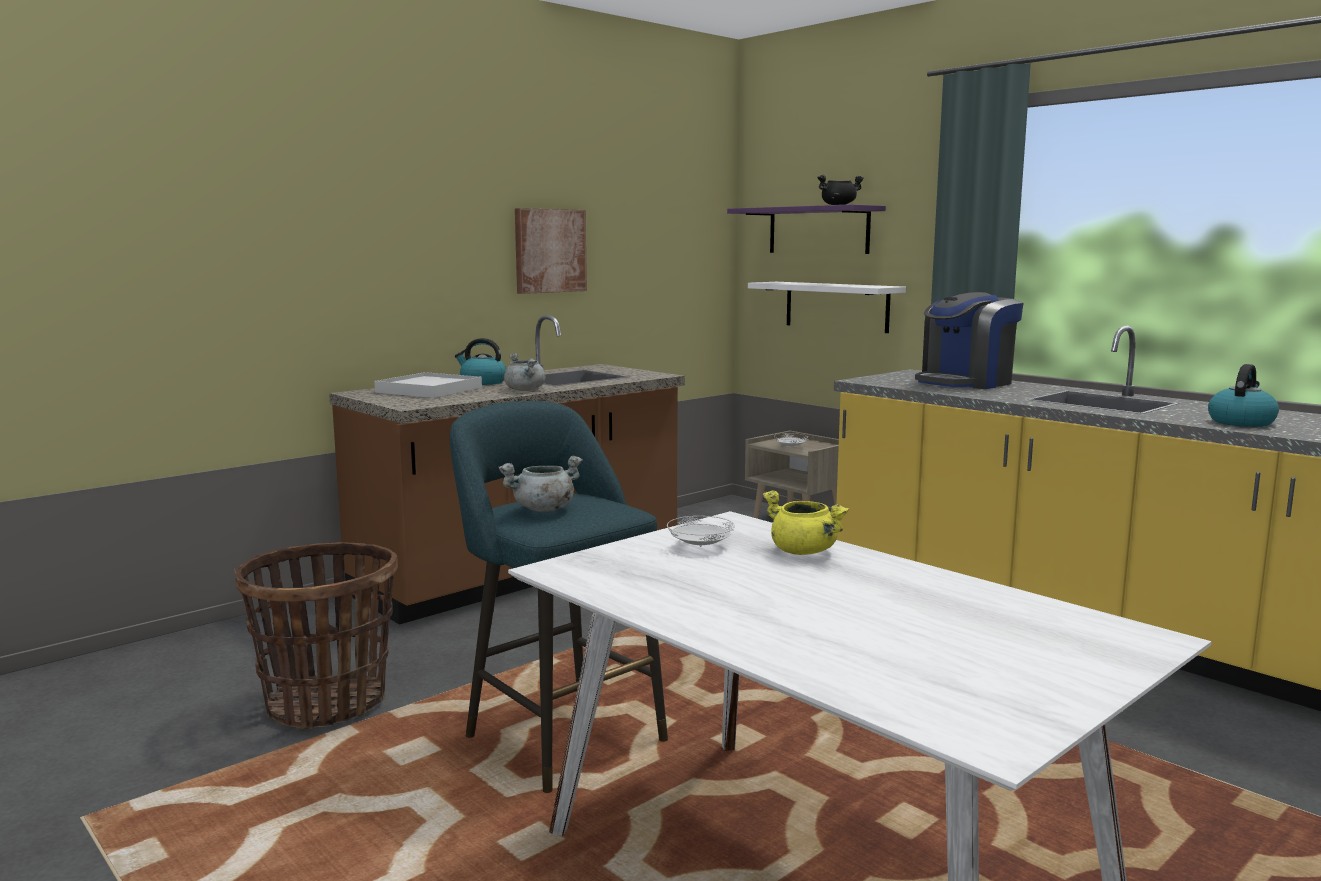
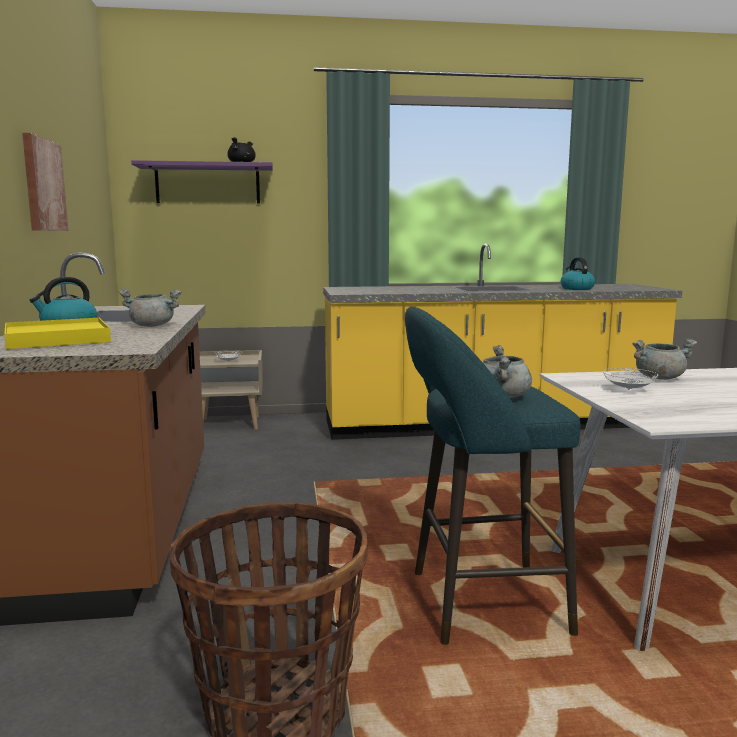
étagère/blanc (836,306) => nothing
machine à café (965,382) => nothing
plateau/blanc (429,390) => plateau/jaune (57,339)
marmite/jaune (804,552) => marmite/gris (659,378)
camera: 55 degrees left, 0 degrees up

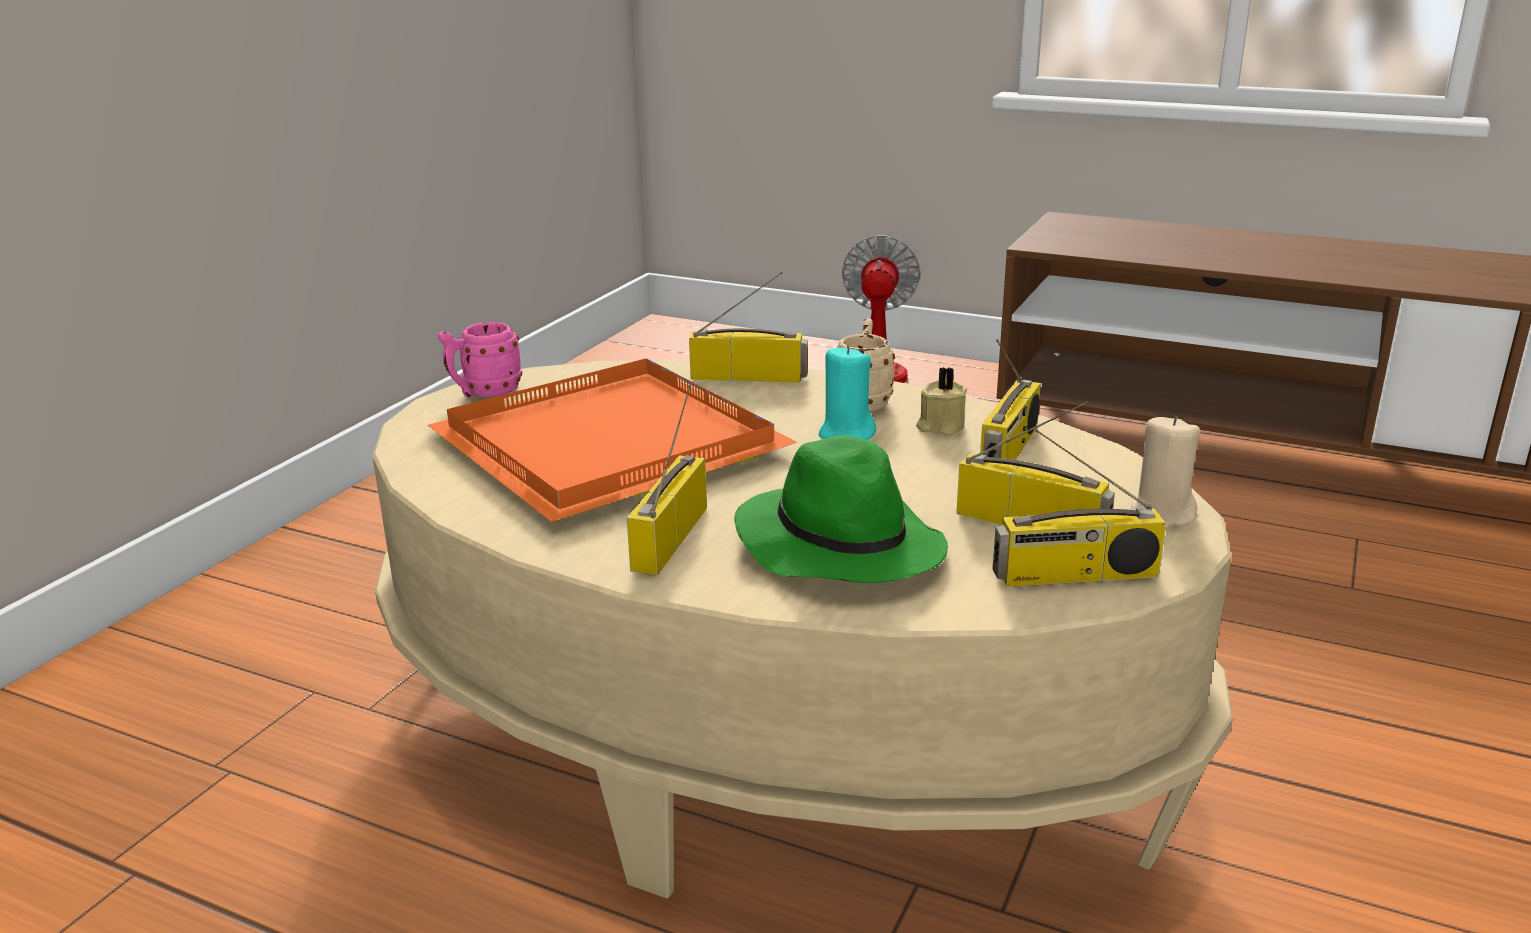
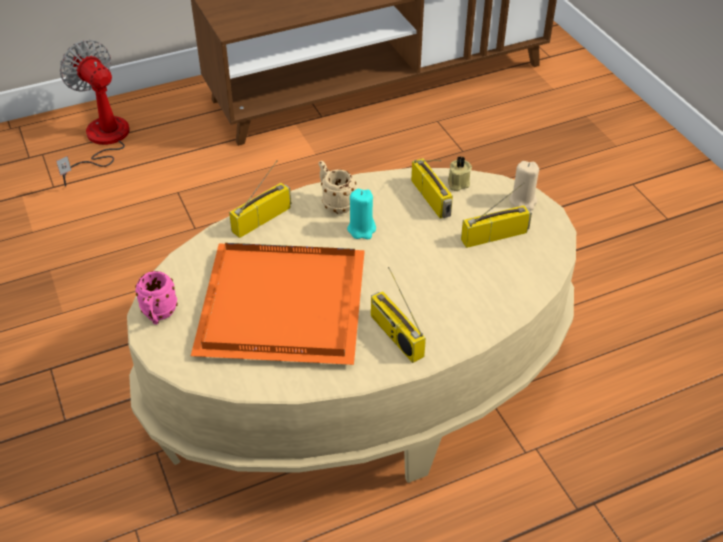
bougie/beige (940,427) => bougie/beige (457,183), move
radio (1075,576) => nothing
chapeau/vert (838,544) => nothing
camera: 50 degrees left, 20 degrees up

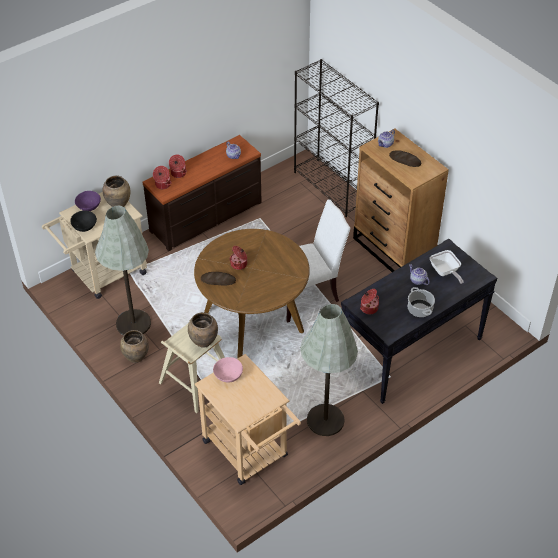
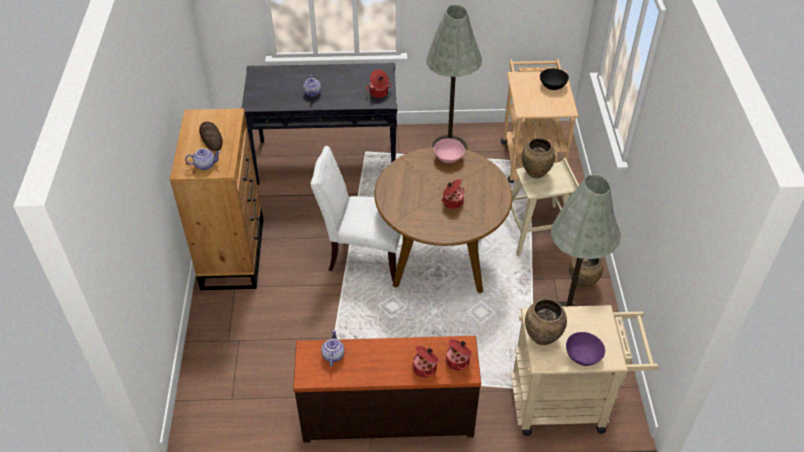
bibliothèque/noir (332,188) => nothing
bol/noir (84,226) => bol/noir (552,85), move
poêle (445,272) => nothing
pain (218,280) => nothing
marmite (420,309) => nothing
bol/rose (228,375) => bol/rose (449,157), move
camera: 145 degrees left, 0 degrees up

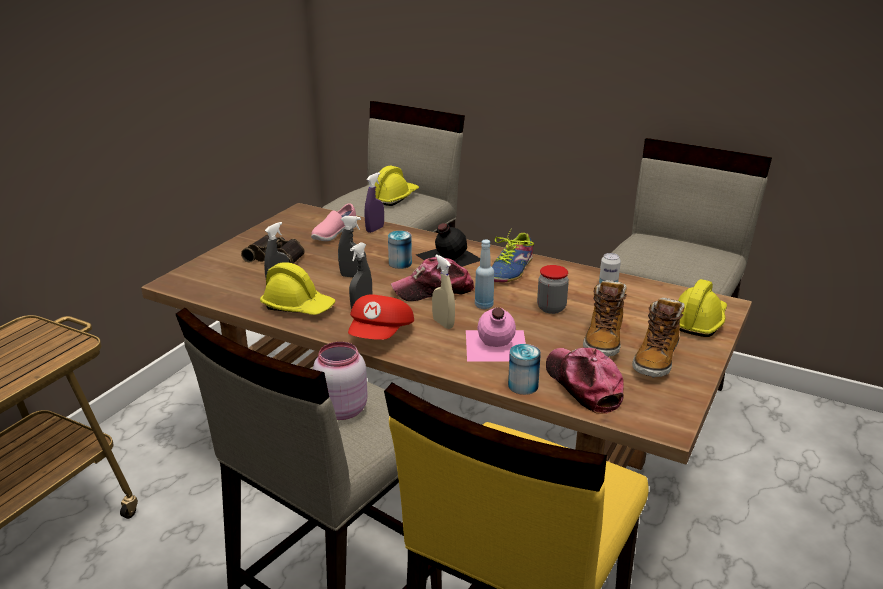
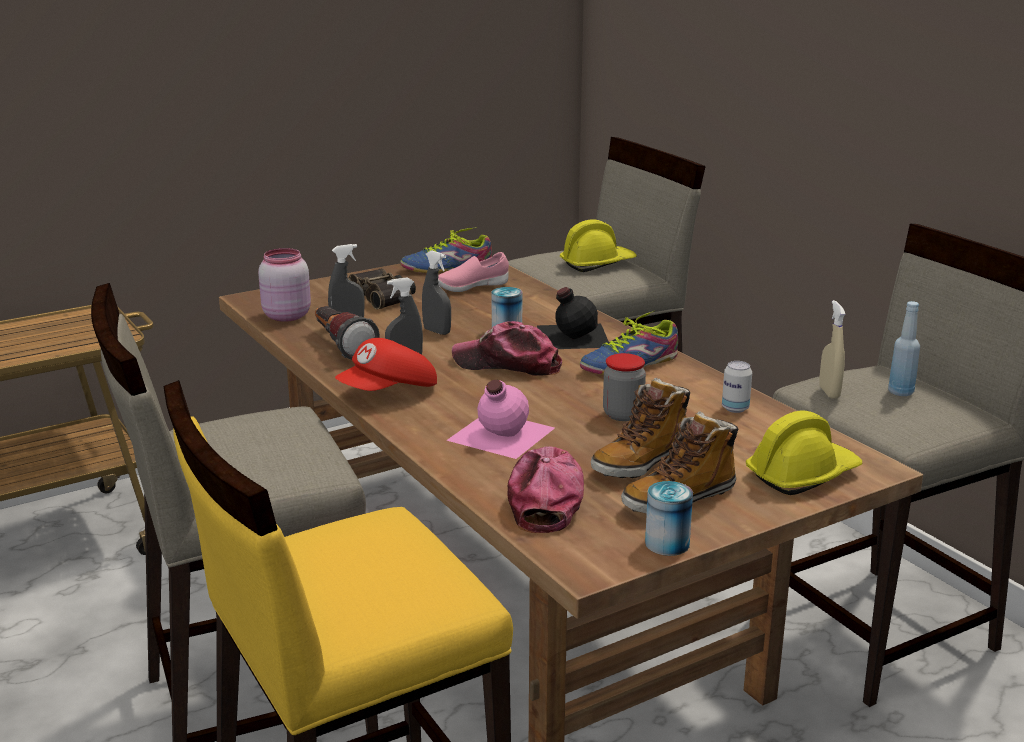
vaporisateur/violet (375,229) => nothing
bouteille/bleu (484,305) => bouteille/bleu (900,392), move
vaporisateur/beige (443,323) => vaporisateur/beige (829,392), move
casque de chantier/jaune (298,306) => lampe de poche (341,347)
bocal/rose (340,410) => bocal/rose (285,316), move
boîte métallique (523,386) => boîte métallique (667,543), move
nothing => chaussure (447,268)
camera: 30 degrees right, 5 degrees down

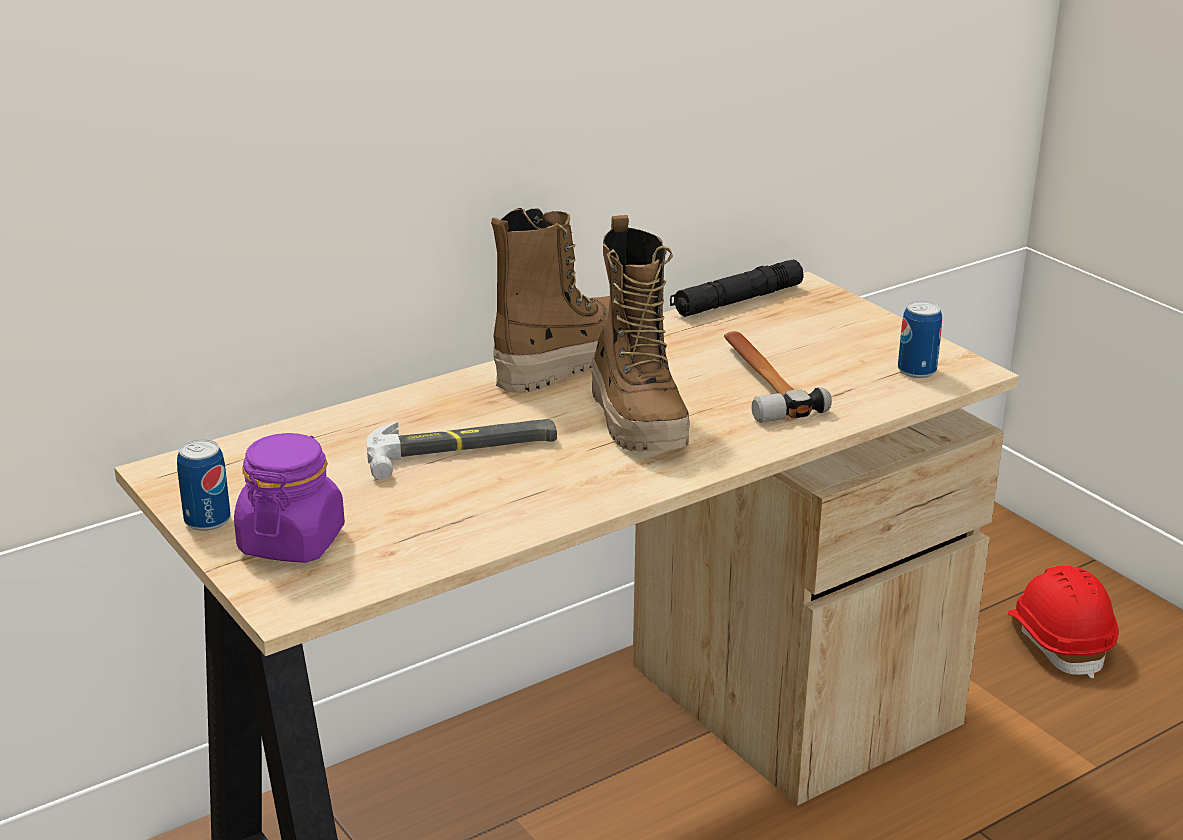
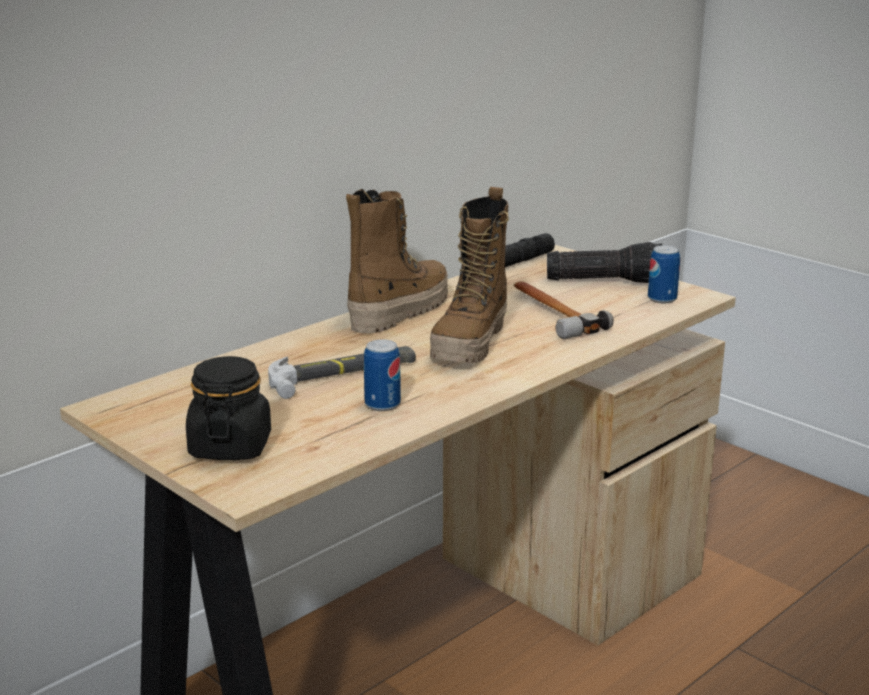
botte (638,420) => botte (471,344), 45 degrees clockwise
bocal/violet (292,541) => bocal/noir (230,446)
boîte métallique (207,520) => boîte métallique (382,404), move
casque de chantier/rouge (1059,641) => nothing
nothing => lampe de poche (605,280)
camera: 10 degrees left, 5 degrees down

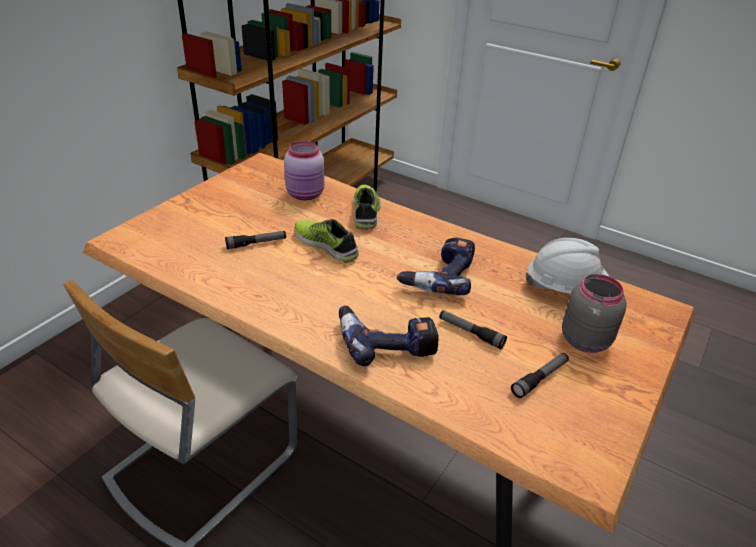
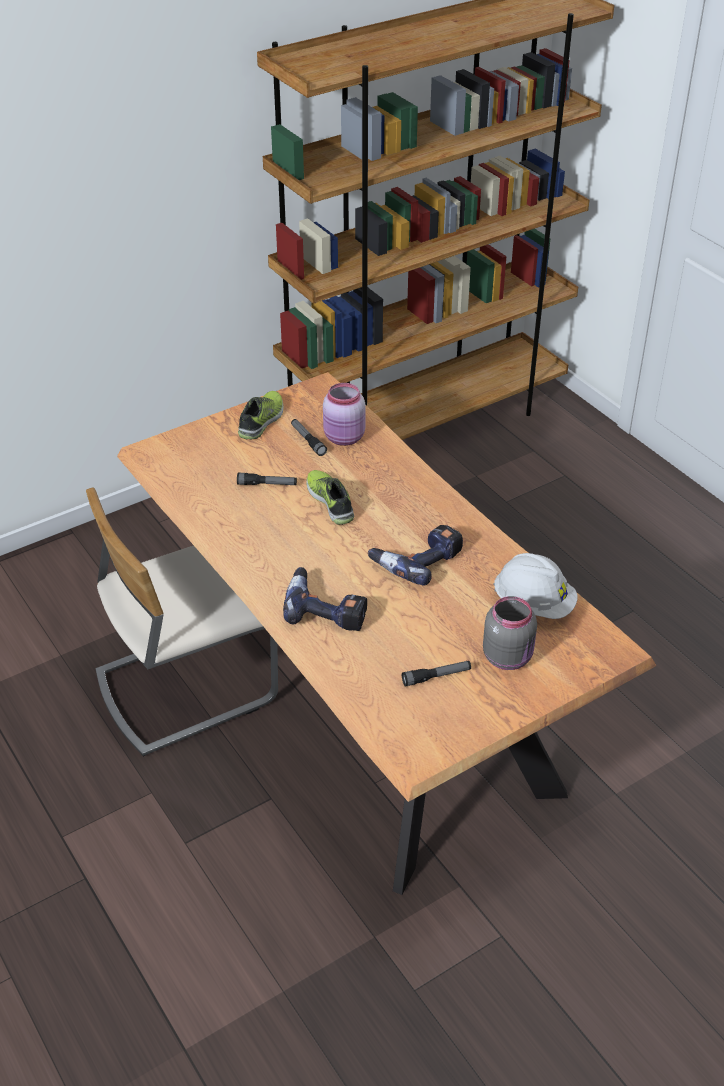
chaussure (366,212) => chaussure (262,421), move
lampe de poche (470,333) => lampe de poche (308,441), move
camera: 25 degrees right, 5 degrees up

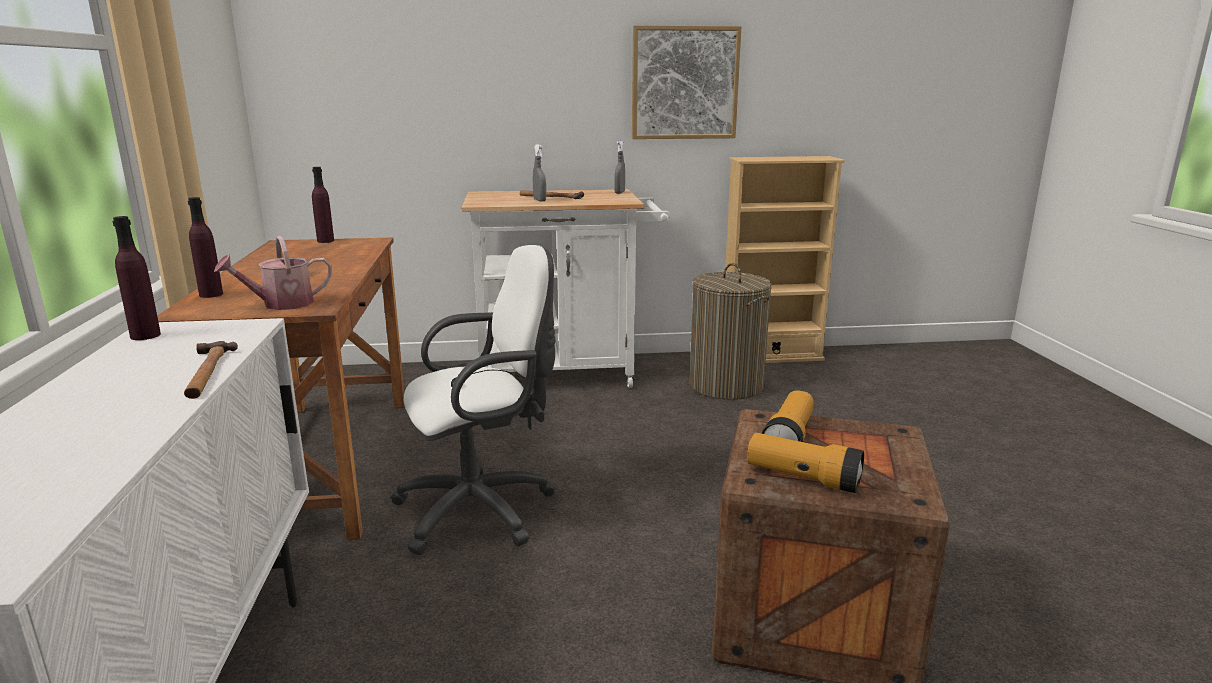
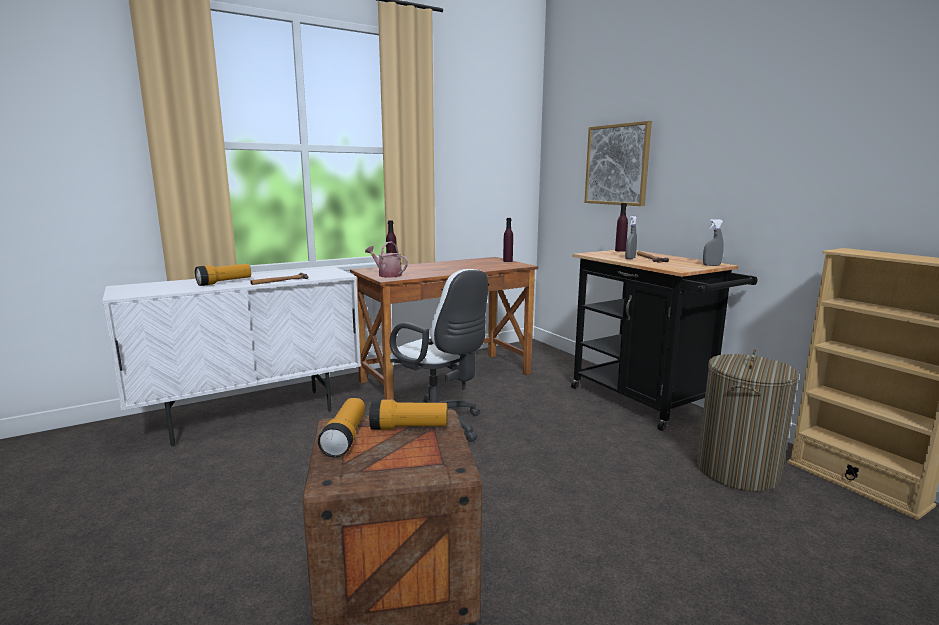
tableau (684,83) => tableau (617,165), move
chariot/blanc (567,373) => chariot/noir (645,403)
bouteille/violet (145,335) => bouteille/violet (620,250), move
nothing => lampe de poche (224,282)
camera: 65 degrees right, 5 degrees down

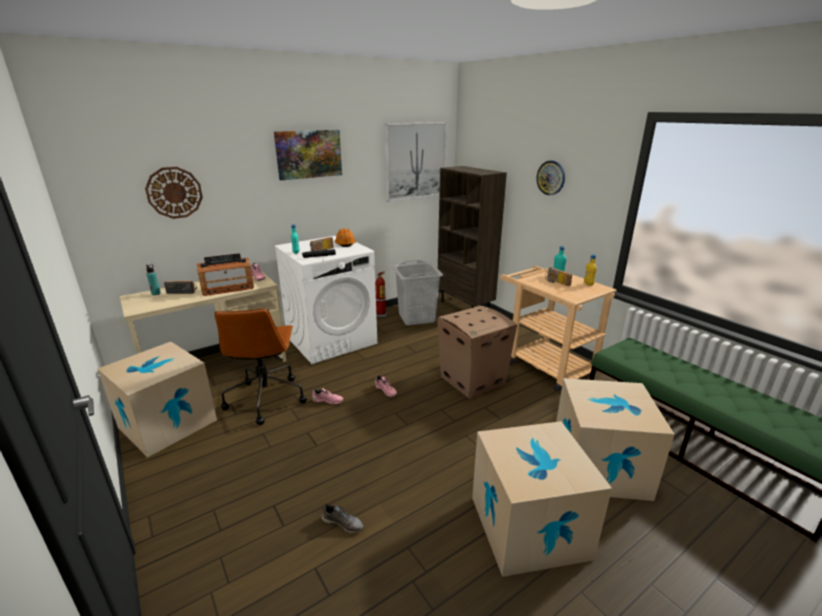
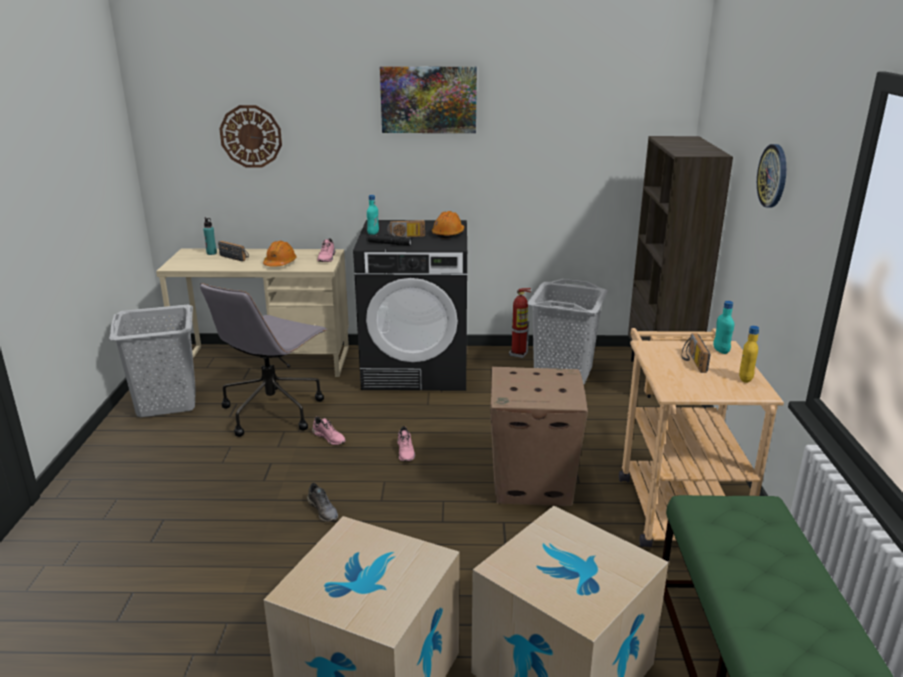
tableau (415,161) => nothing
lave-linge/blanc (331,340) => lave-linge/noir (417,368)
radio (228,288) => casque de chantier/orange (280,263)
chaise de bureau/marron (266,398) => chaise de bureau/gris (273,411)
carton (167,423) => panier à linge/gris (166,402)
chaussure/gris (343,523) => chaussure/gris (323,510), move
camera: 35 degrees right, 0 degrees up

